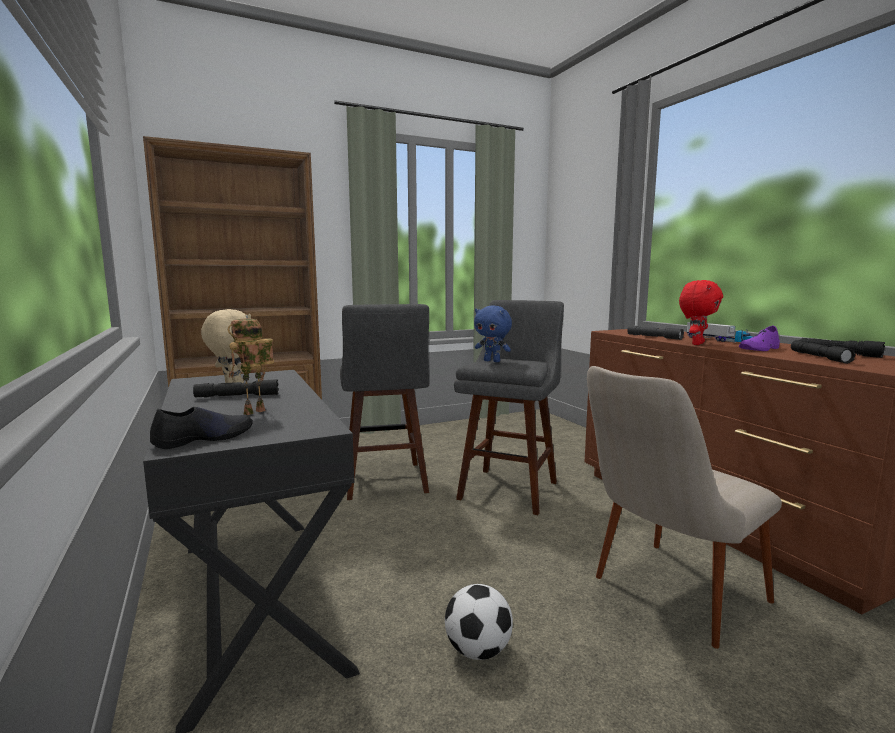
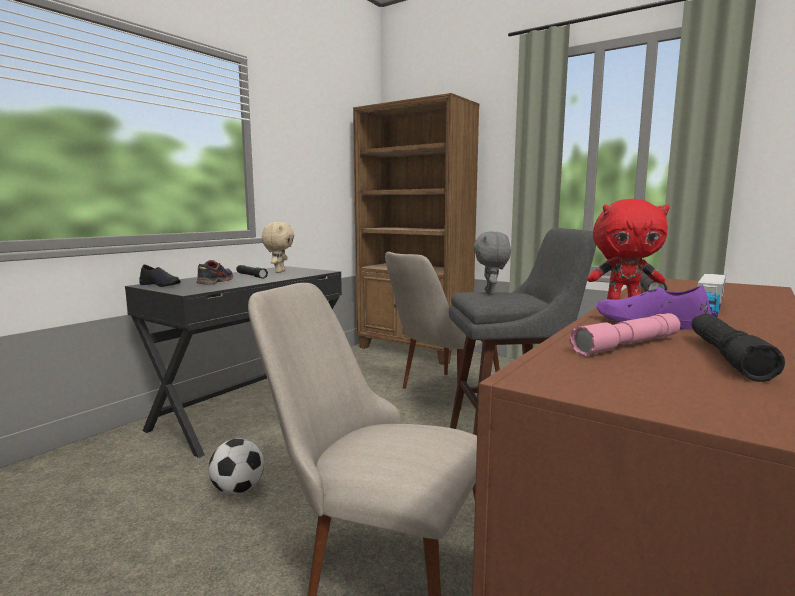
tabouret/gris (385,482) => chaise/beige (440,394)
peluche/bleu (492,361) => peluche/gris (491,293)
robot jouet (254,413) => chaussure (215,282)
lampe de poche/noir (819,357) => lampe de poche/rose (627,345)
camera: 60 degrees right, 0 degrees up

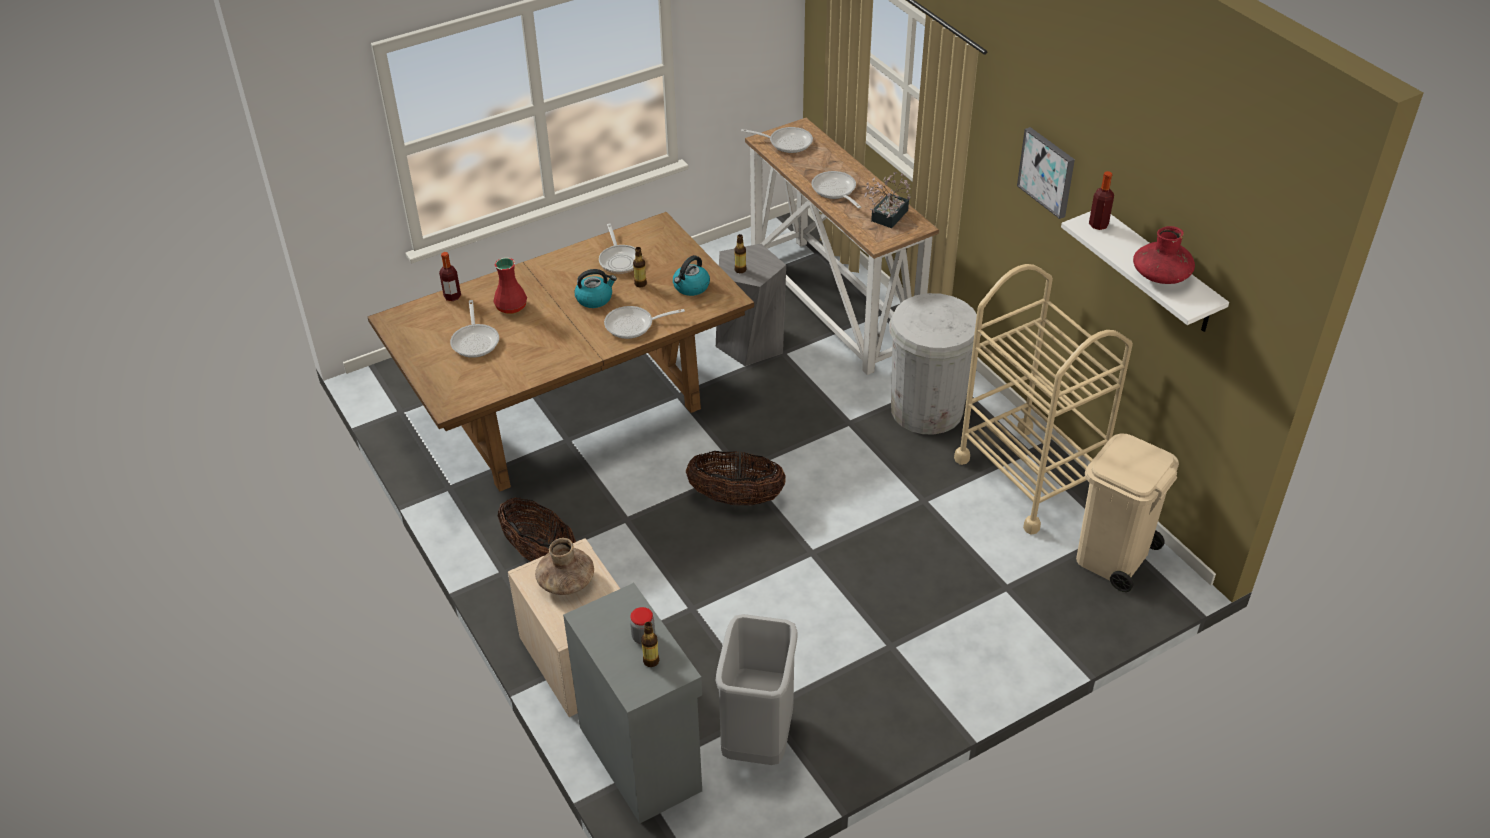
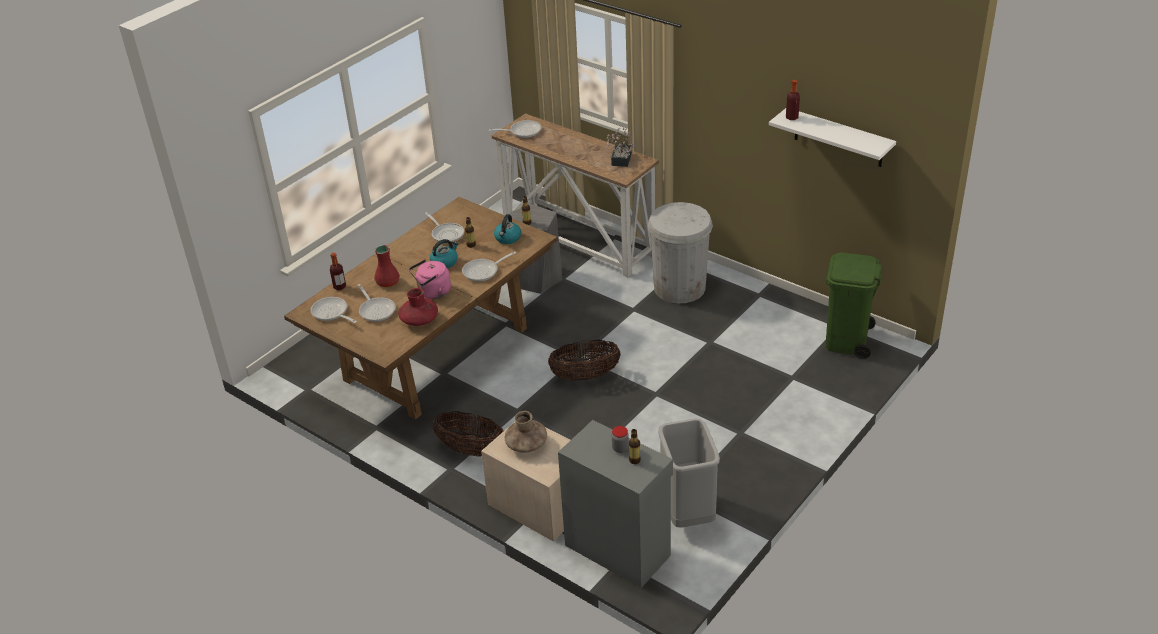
tableau (1047,172) => nothing
poêle (835,191) => poêle (331,313), move
vase/rouge (1160,276) => vase/rouge (419,320), move
chariot/beige (1028,478) => nothing
poubelle/beige (1112,557) => poubelle/vert (847,341)
nothing => bouilloire/rose (432,292)
camera: 20 degrees left, 5 degrees down

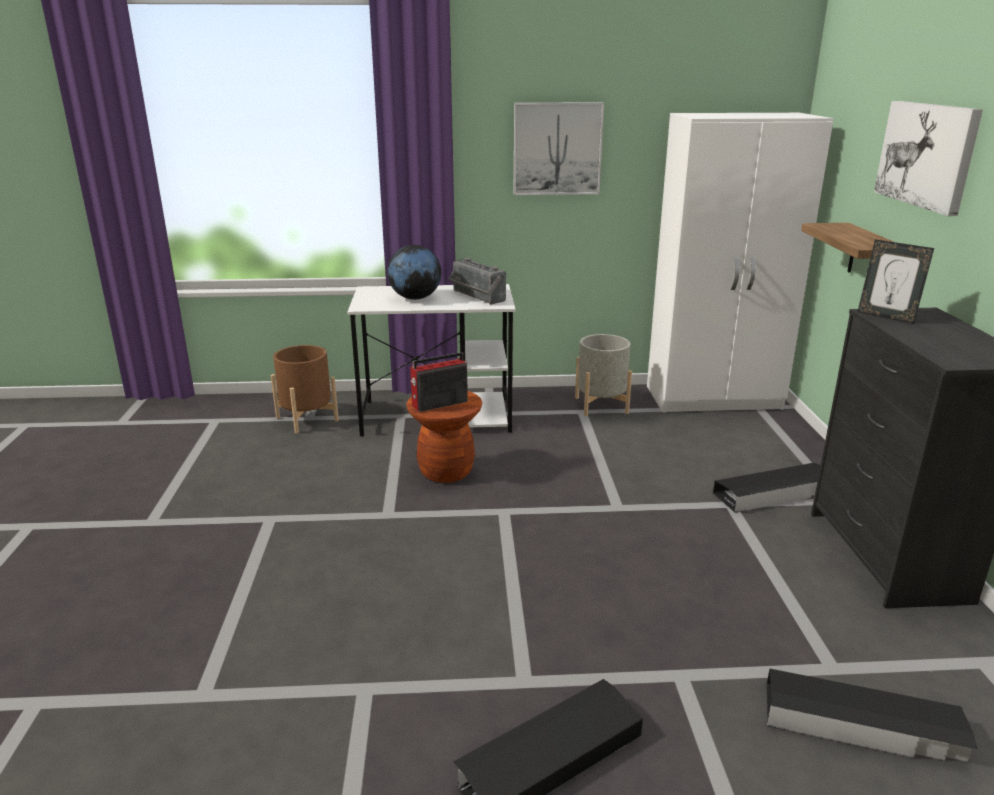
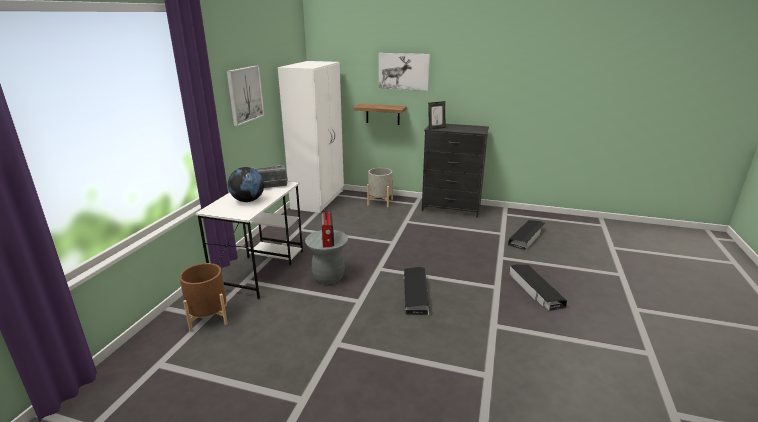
cache-pot/gris (601,405) => cache-pot/gris (380,202), move
tabouret/marron (446,471) => tabouret/gris (328,277)
boîte de rangement/noir (775,493) => boîte de rangement/noir (415,294), move
camera: 70 degrees left, 0 degrees up

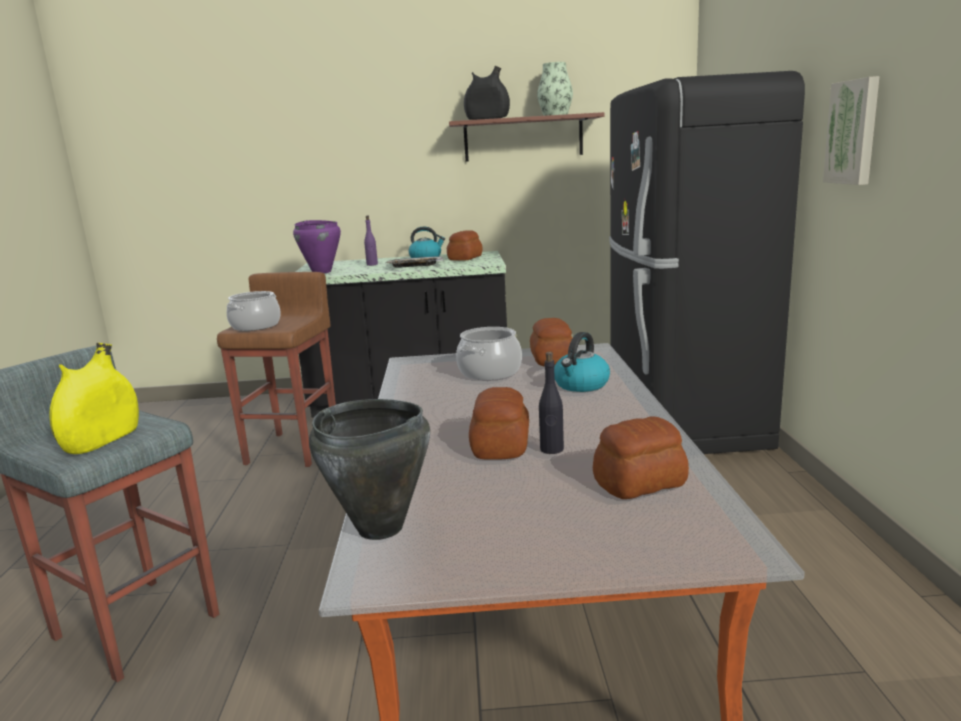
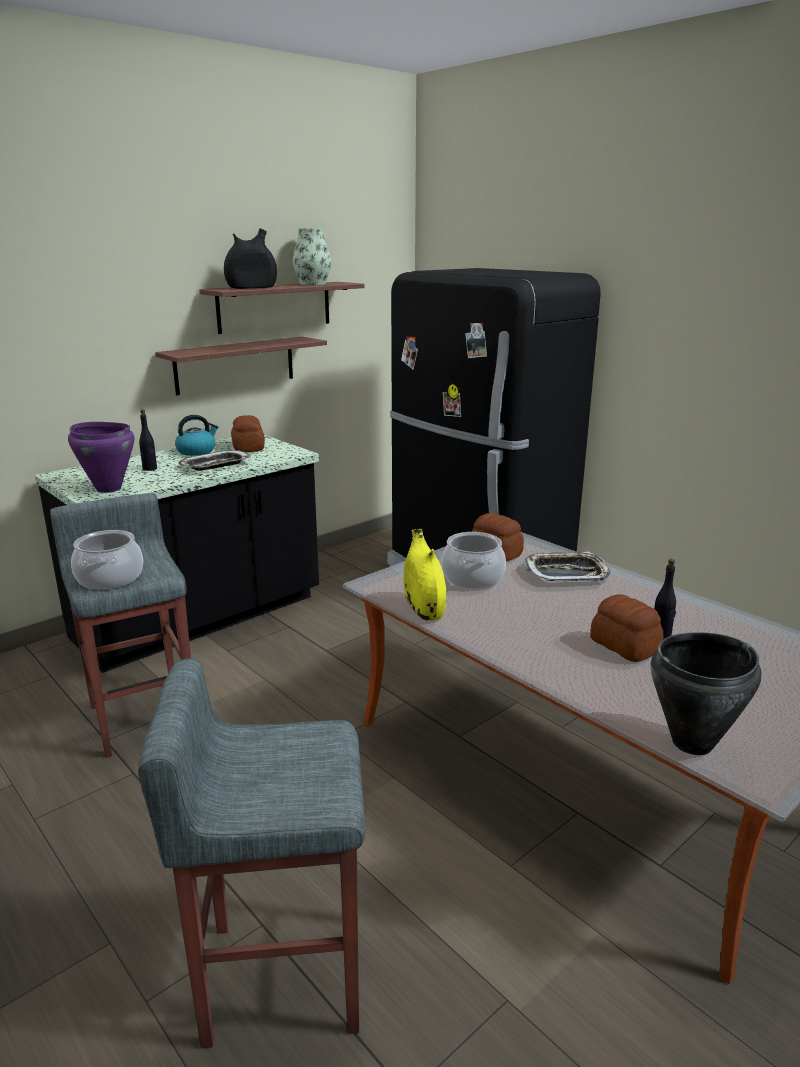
tableau (854,132) => nothing
bouteille/violet (372,264) => bouteille/noir (150,469)
tabouret/marron (295,448) => tabouret/gris (144,716)
bouilloire (581,385) => plateau (566,573)
vase/jaune (102,440) => vase/jaune (423,608), move
pain (641,483) => nothing
nothing => étagère (235,365)
camera: 40 degrees left, 5 degrees up

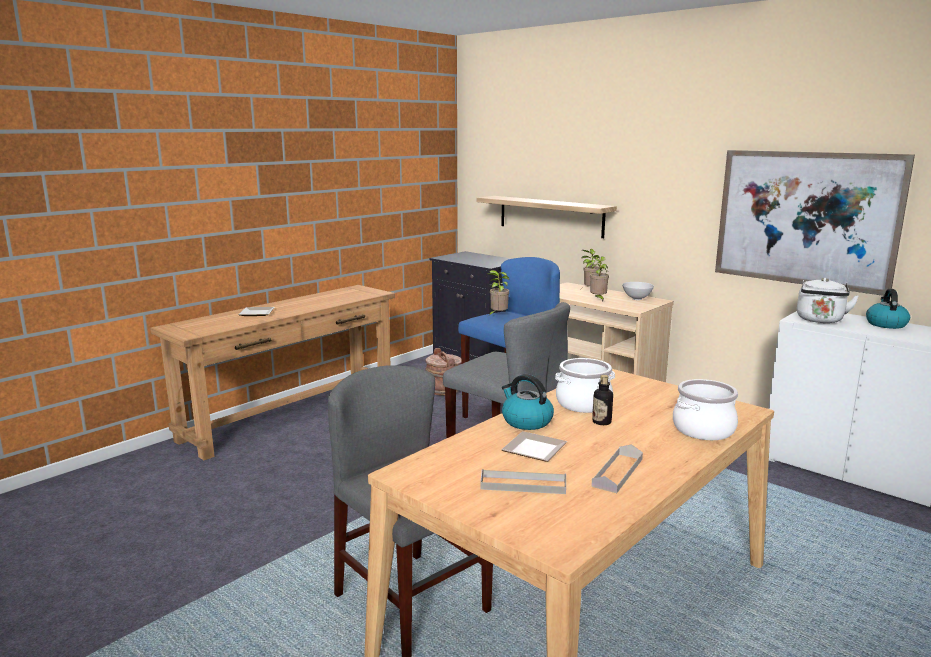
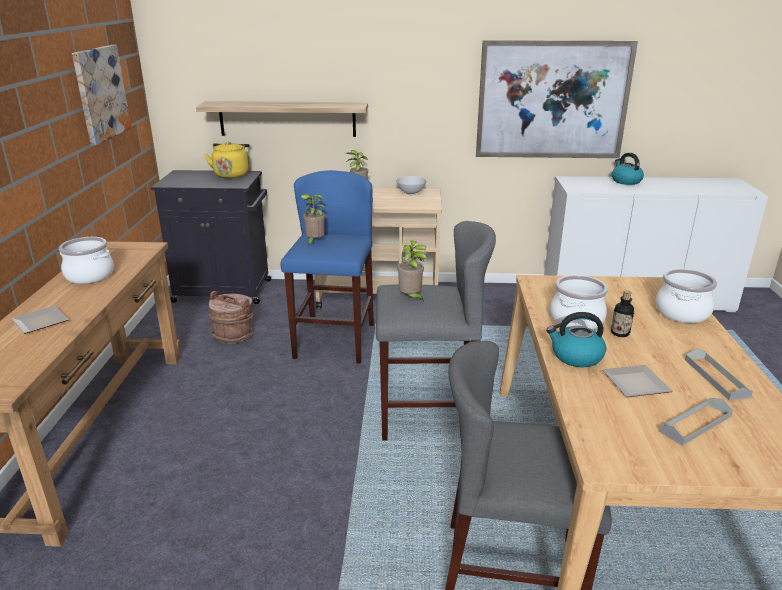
plante en pot (598,299) => plante en pot (411,298), move
bouilloire/blanc (820,320) => nothing
nothing => tableau (100,93)
nothing => bouilloire/jaune (231,174)
nothing => marmite (90,275)
camera: 40 degrees left, 10 degrees up

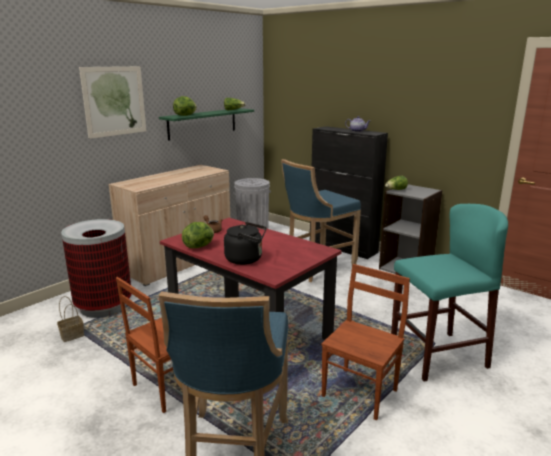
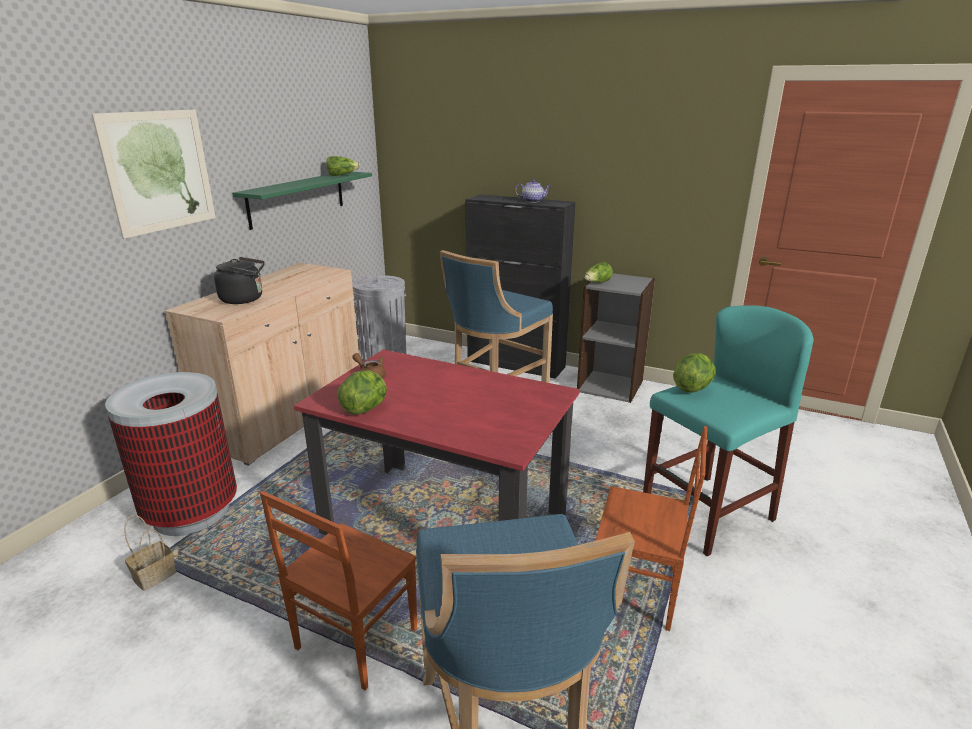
laitue (185,115) => laitue (692,388), move
bouilloire/noir (246,259) => bouilloire/noir (245,299), move
chaise/marron (361,393) => chaise/marron (637,591), 90 degrees clockwise
camera: 15 degrees left, 5 degrees up

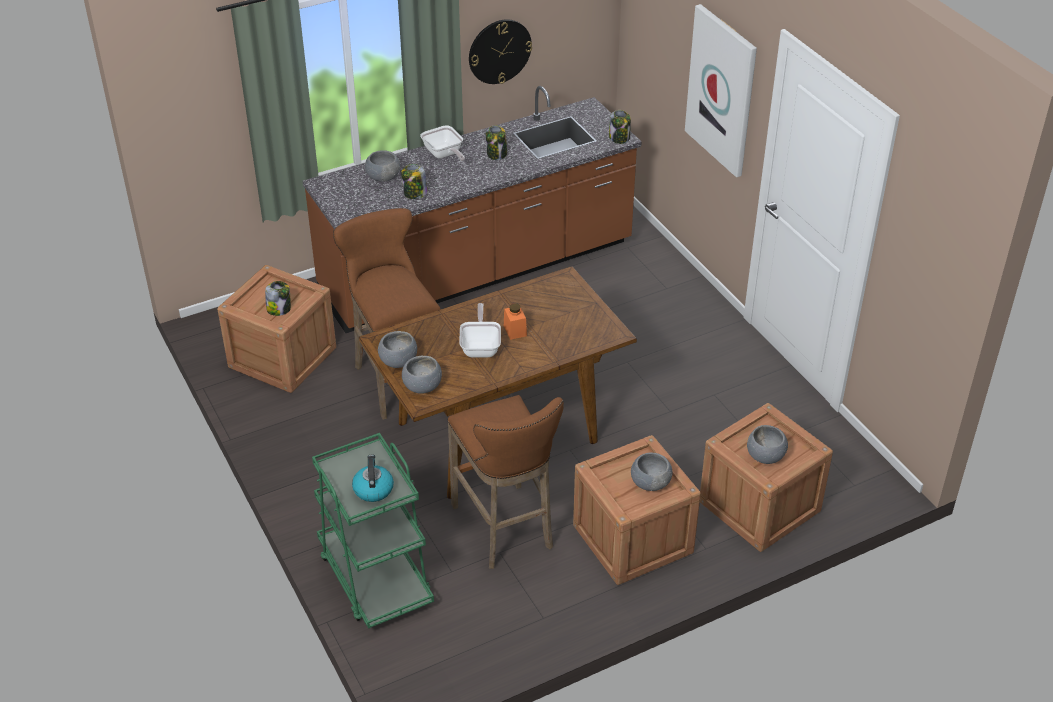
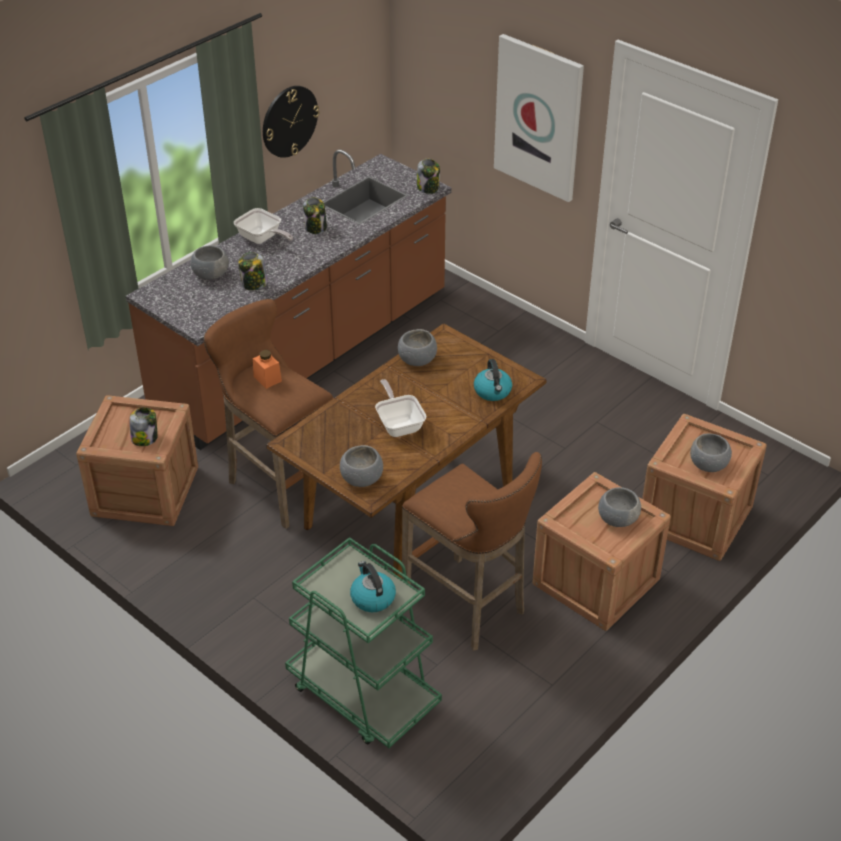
bocal/orange (515,331) => bocal/orange (267,379), move
bol/gris (398,361) => bol/gris (417,359), move
nothing => bouilloire (493,392)
camera: 20 degrees left, 0 degrees up

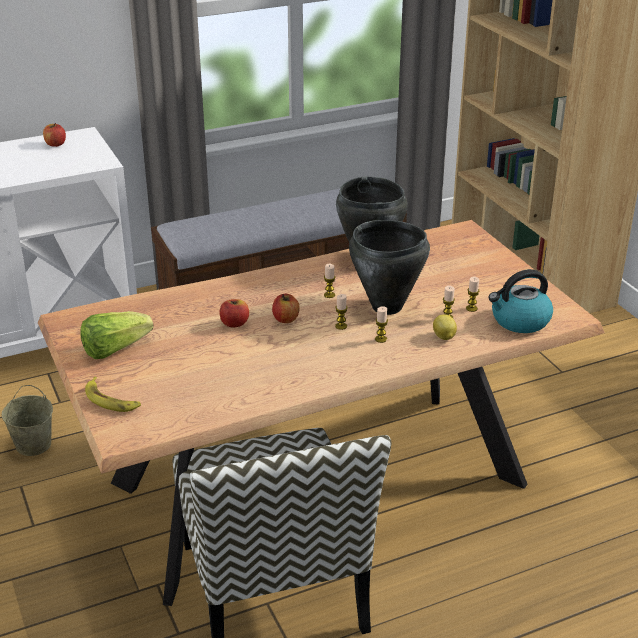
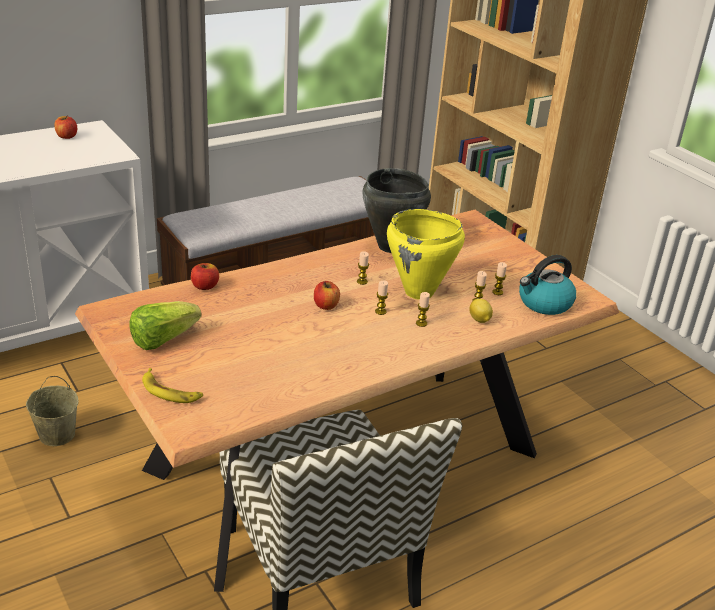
marmite/noir (387,307) => marmite/jaune (419,292)
pomme (234,323) => pomme (205,286), move
camera: 10 degrees left, 0 degrees up

